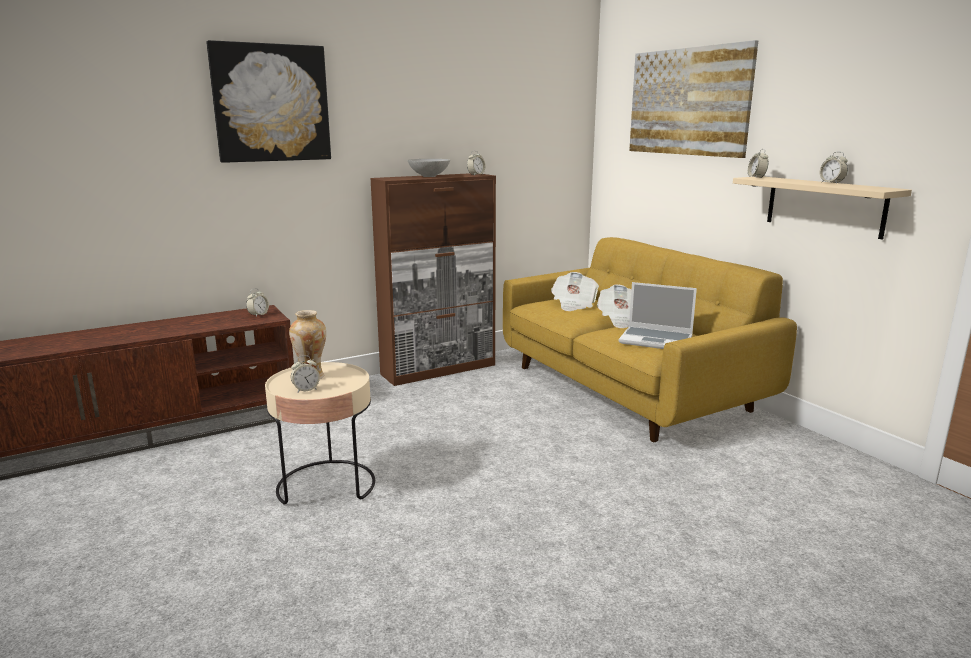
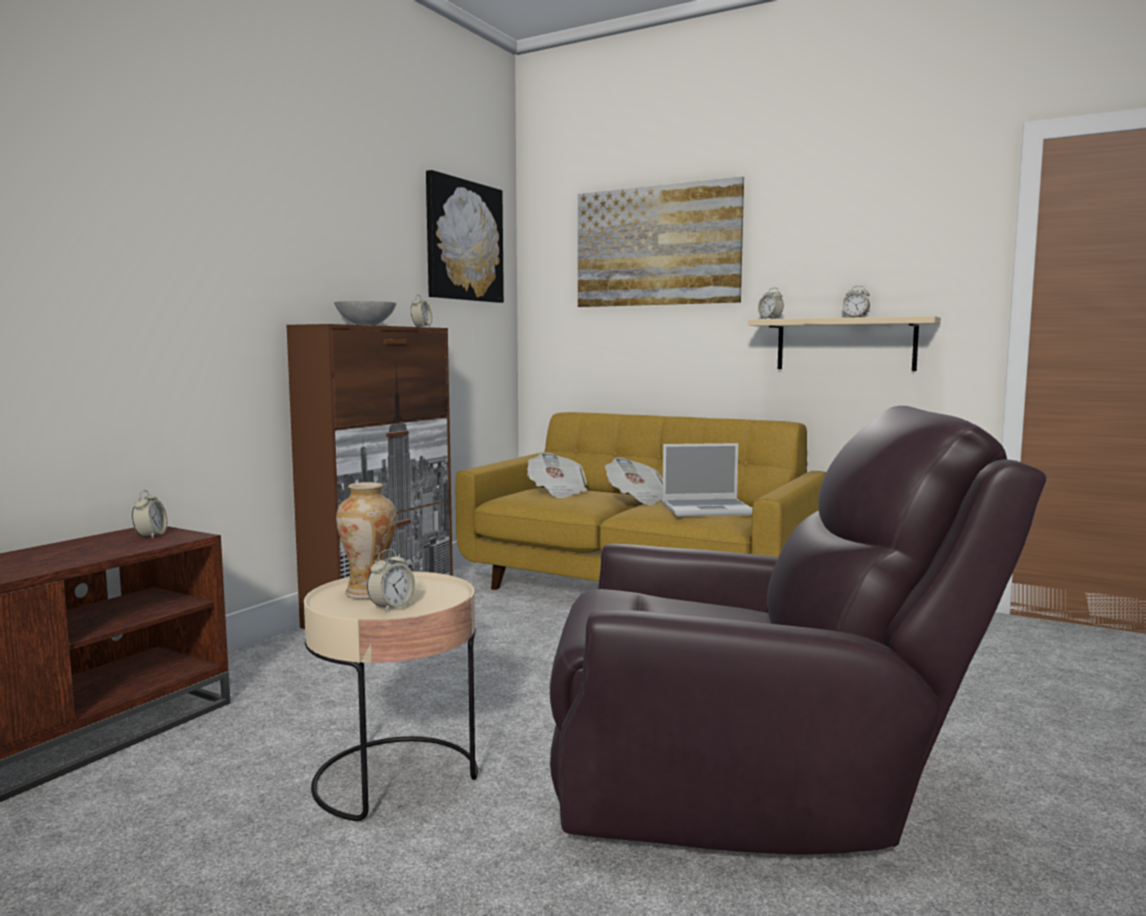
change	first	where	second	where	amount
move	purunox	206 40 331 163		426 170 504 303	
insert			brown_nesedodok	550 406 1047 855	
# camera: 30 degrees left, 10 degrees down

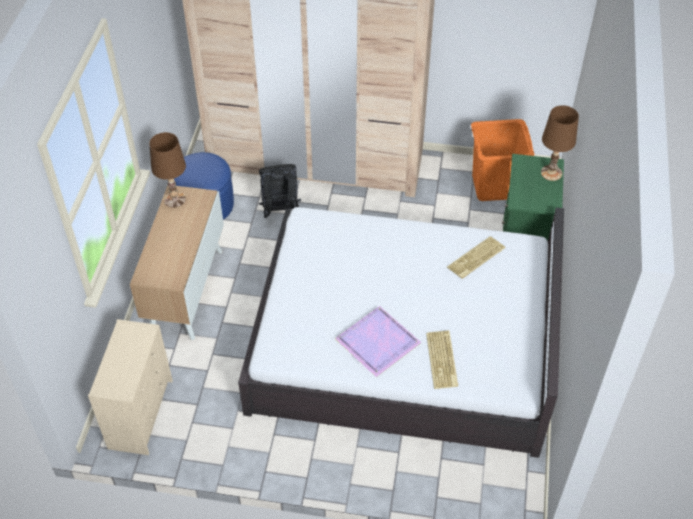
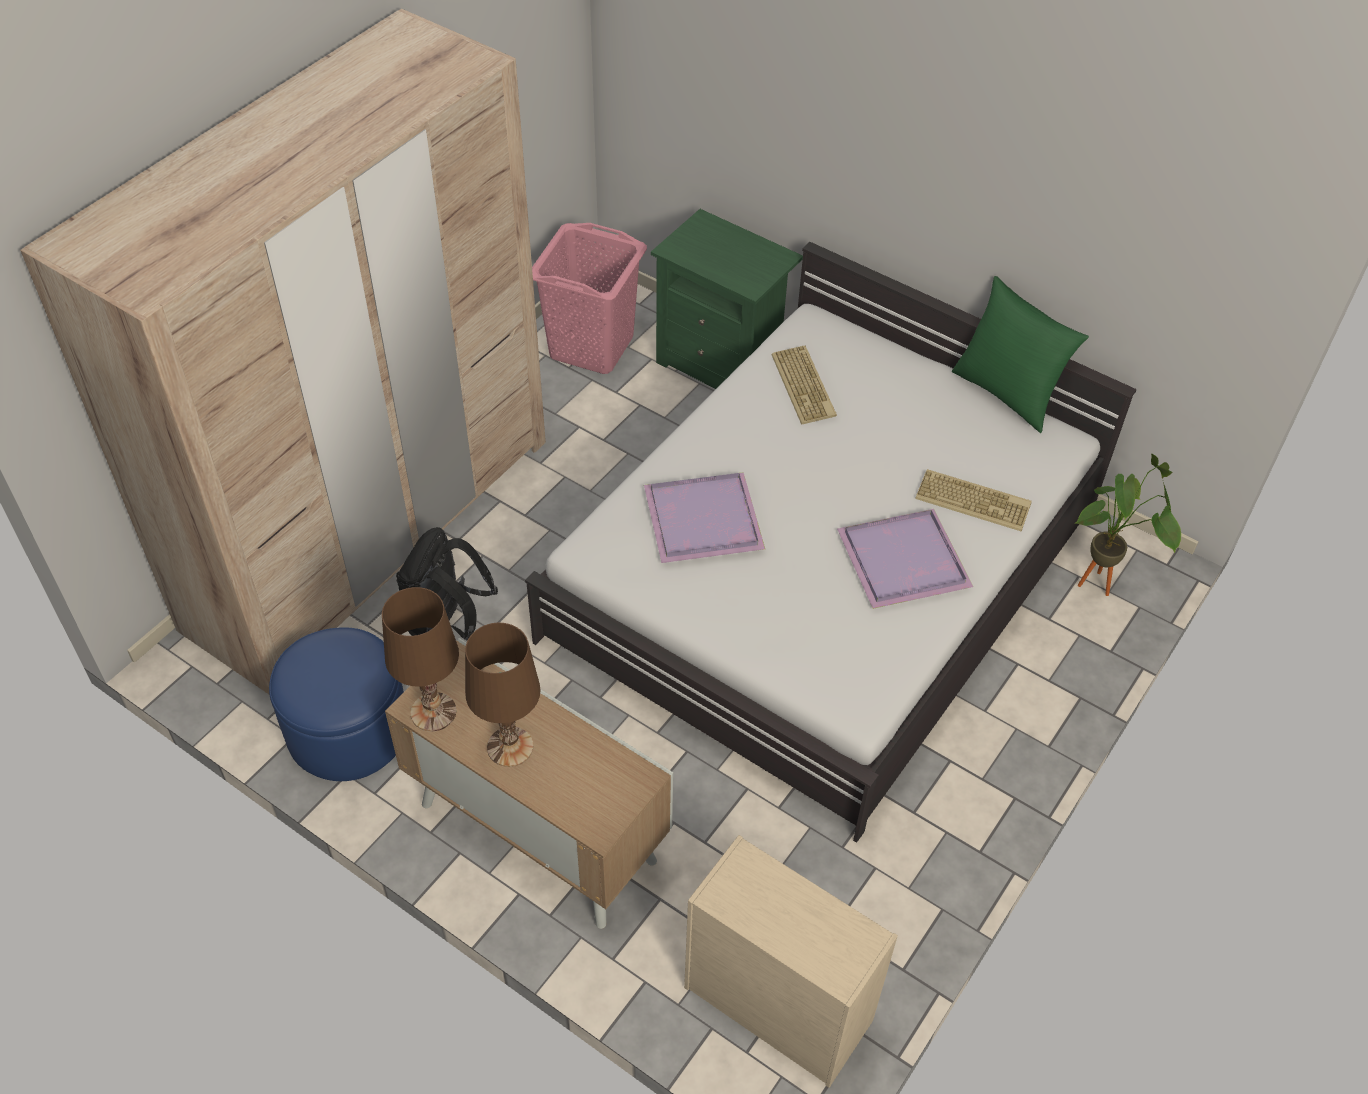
change	first	where	second	where	amount
move	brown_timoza	541 105 579 181		465 623 541 767	
recolor	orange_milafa	471 119 534 201	pink_milafa	532 223 647 374	
insert			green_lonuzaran	952 276 1089 433	
insert			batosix	1074 454 1181 596	
insert			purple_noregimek	644 472 765 563	
# camera: 65 degrees left, 0 degrees up

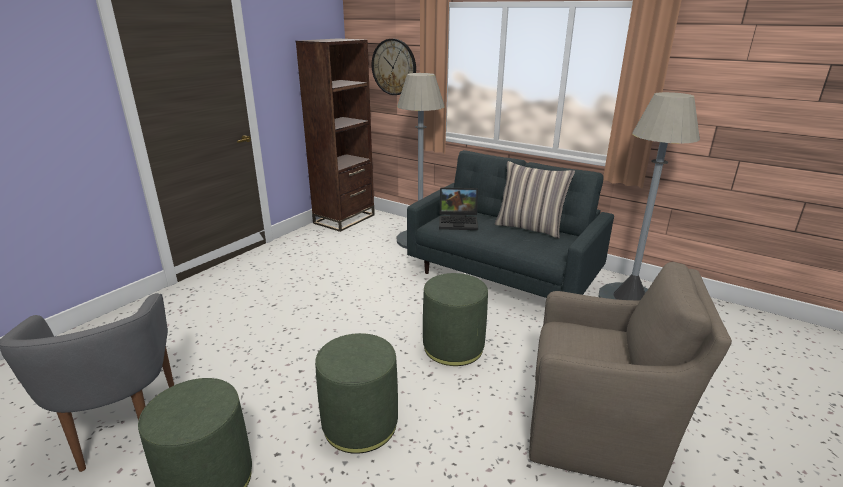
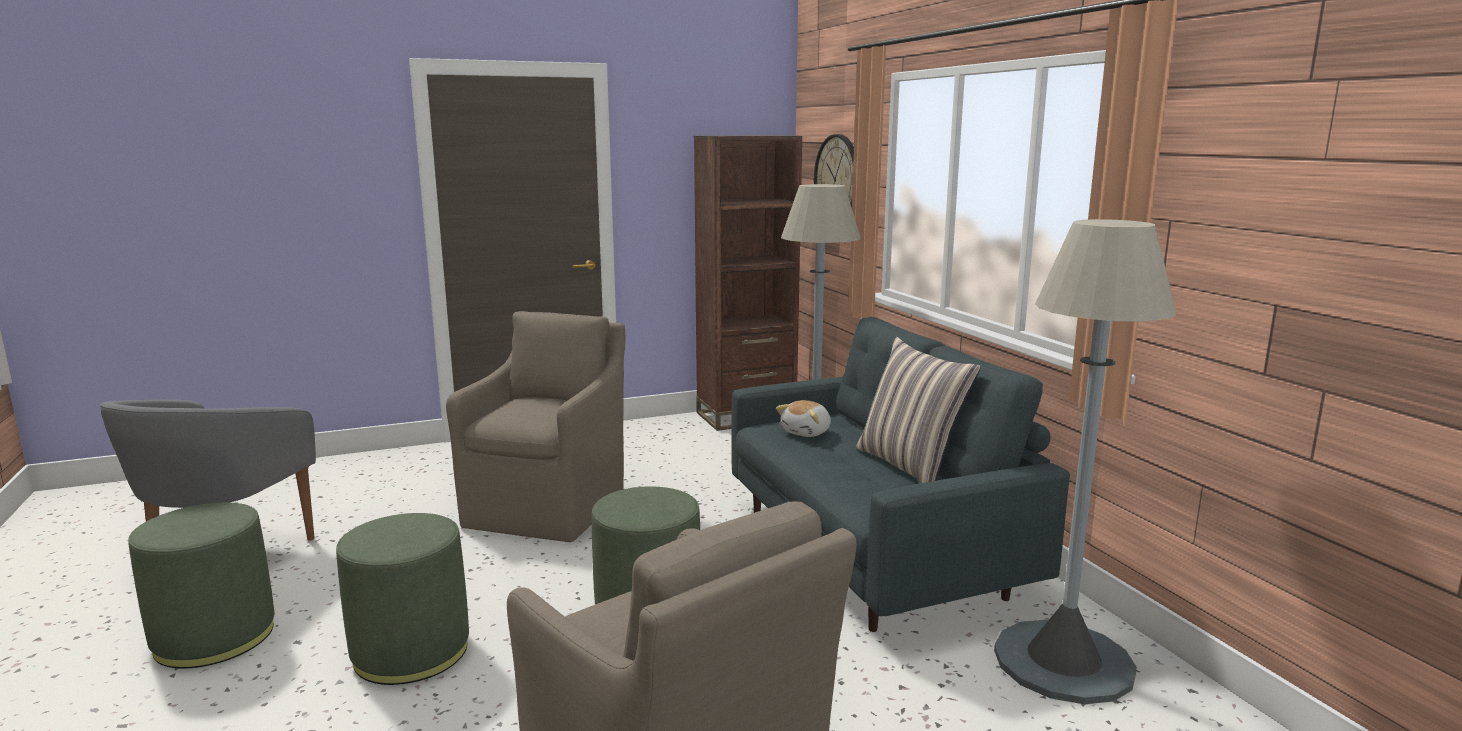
change	first	where	second	where	amount
replace	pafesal	439 187 478 230	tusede	776 400 831 437	
insert			brown_nesedodok	446 311 625 542	
# camera: 35 degrees right, 10 degrees down

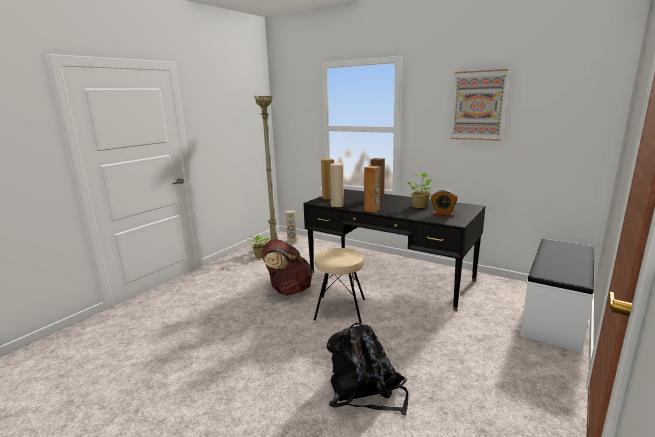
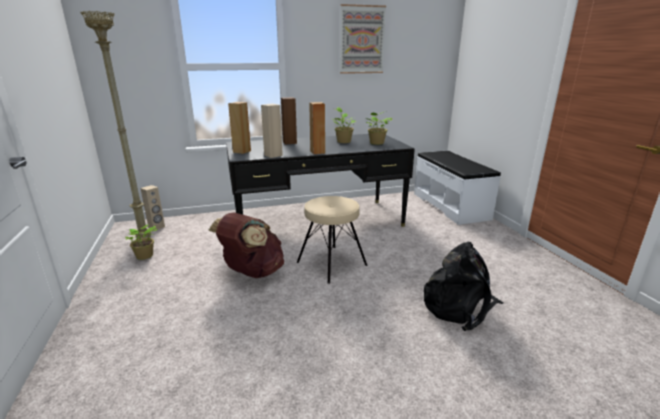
change	first	where	second	where	amount
replace	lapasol	431 190 458 217	batosix	366 112 392 145	
# camera: 50 degrees left, 5 degrees up

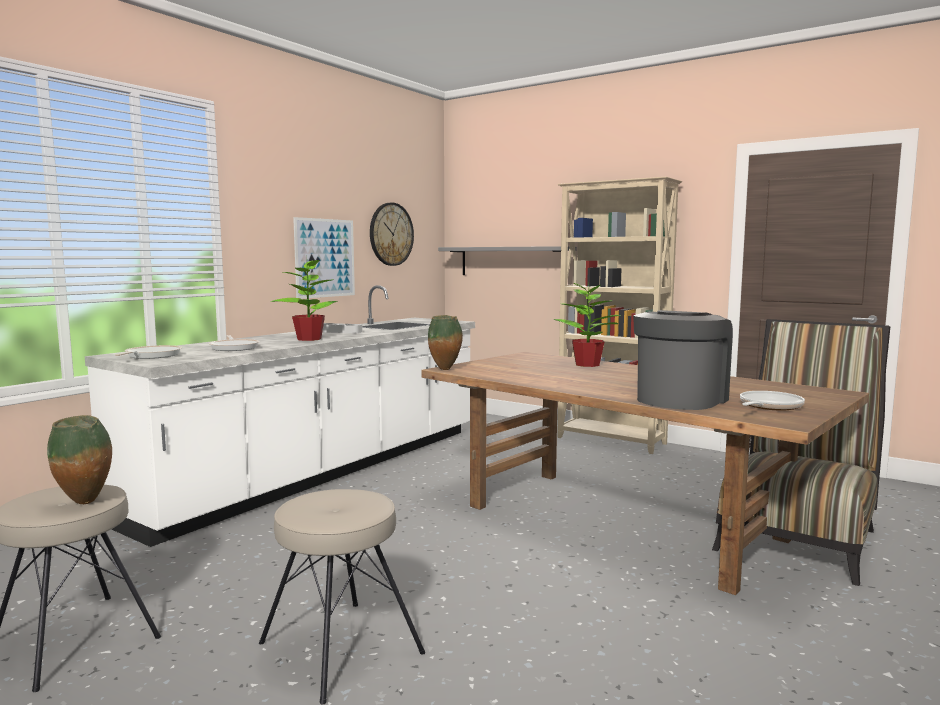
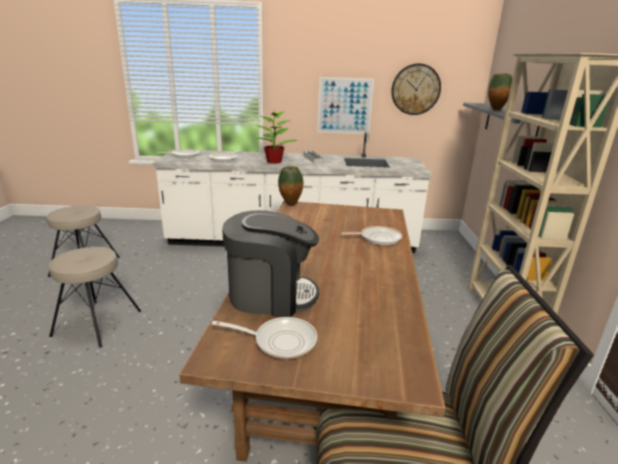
change	first	where	second	where	amount
replace	batosix	553 279 621 367	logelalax	341 226 402 245	
move	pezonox	47 415 112 504		488 73 512 111	
# camera: 55 degrees right, 15 degrees up

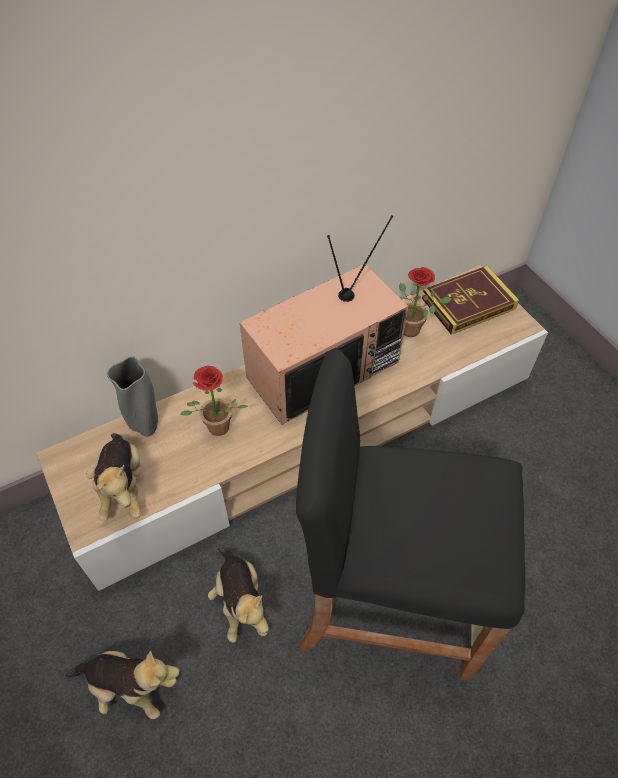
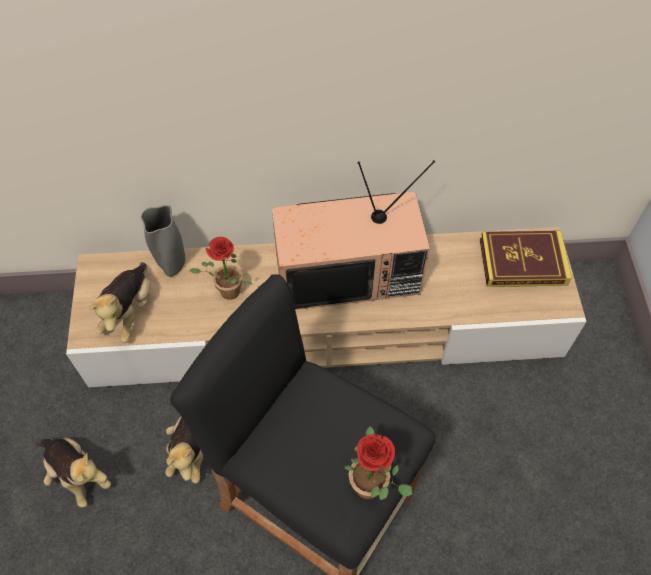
change	first	where	second	where	amount
move	batosix	399 267 451 337		344 426 413 500	
# camera: 25 degrees right, 5 degrees up

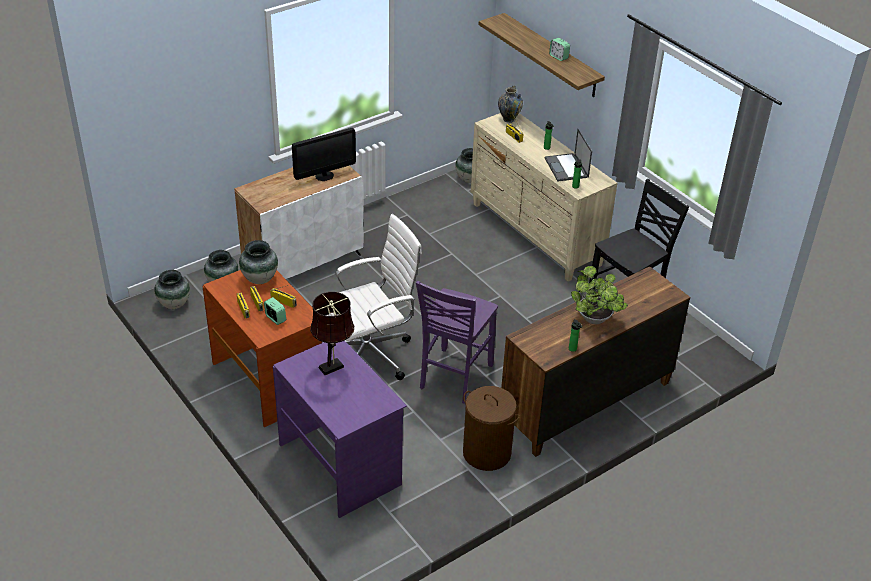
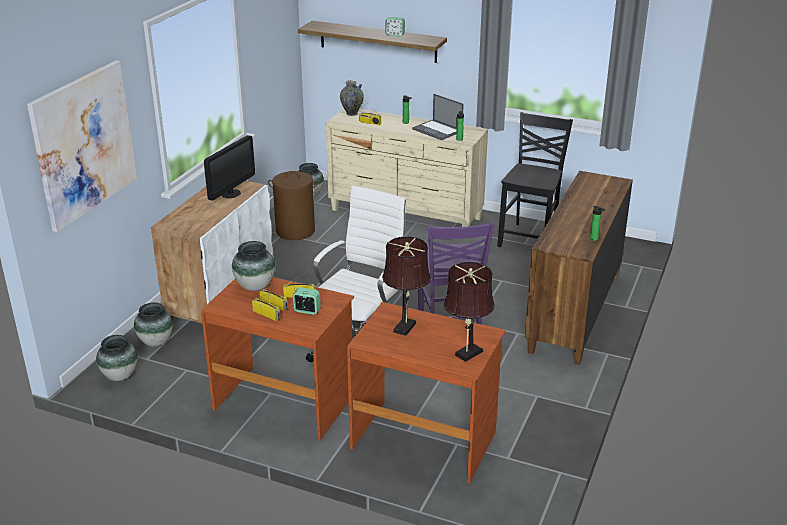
change	first	where	second	where	amount
delete	batosix	571 266 628 324			
recolor	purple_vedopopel	273 341 407 518	brown_vedopopel	347 302 505 483	
move	brown_milafa	463 386 520 471		268 171 318 240	
insert			purunox	27 60 137 232	
insert			brown_timoza	444 262 495 362	
# camera: 30 degrees left, 10 degrees down

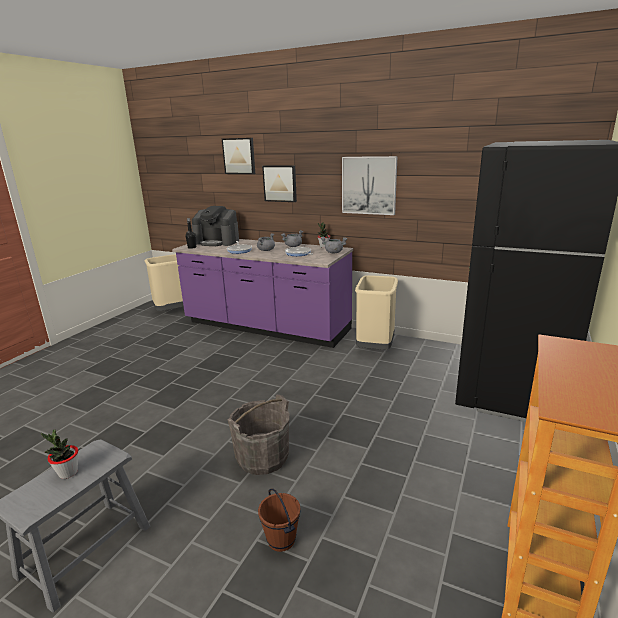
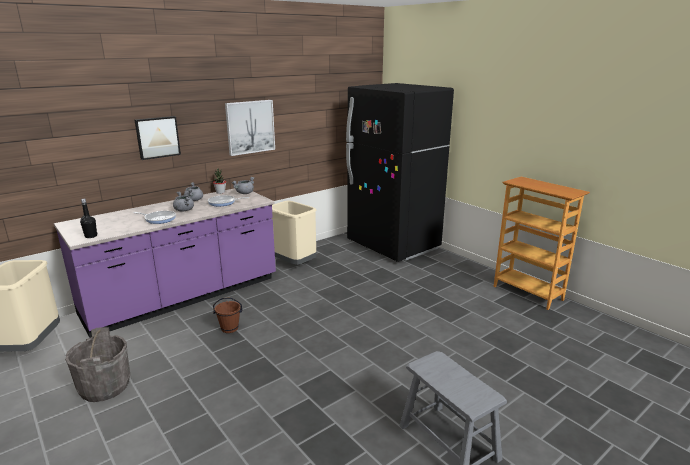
change	first	where	second	where	amount
delete	purunox	222 138 255 174			
delete	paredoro	192 206 239 246			
move	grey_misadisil	227 394 290 475		65 327 130 402	
delete	batosix	41 430 78 479			
move	brown_misadisil	258 488 300 552		213 298 243 333	
# camera: 65 degrees left, 0 degrees up

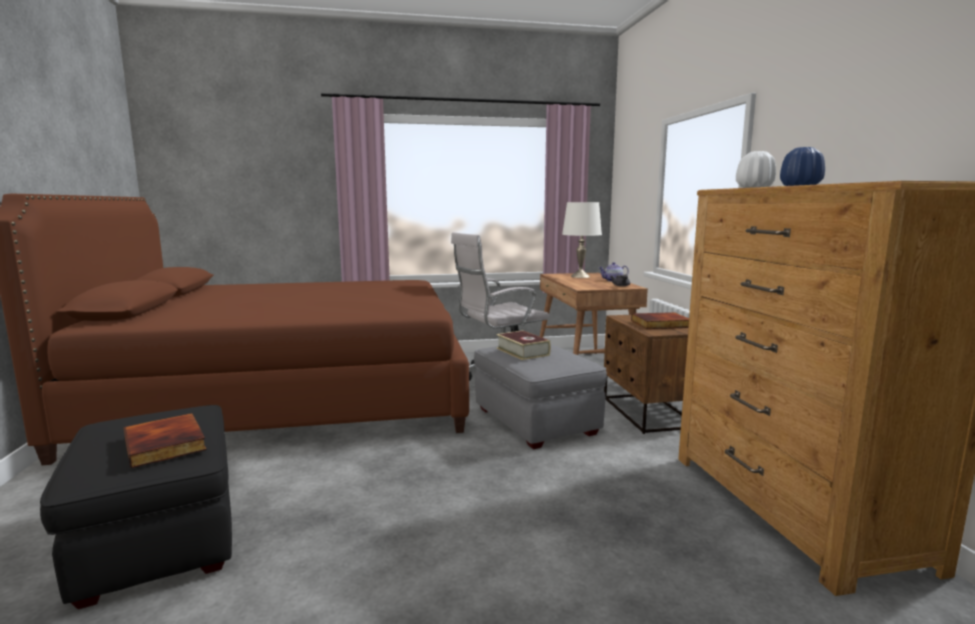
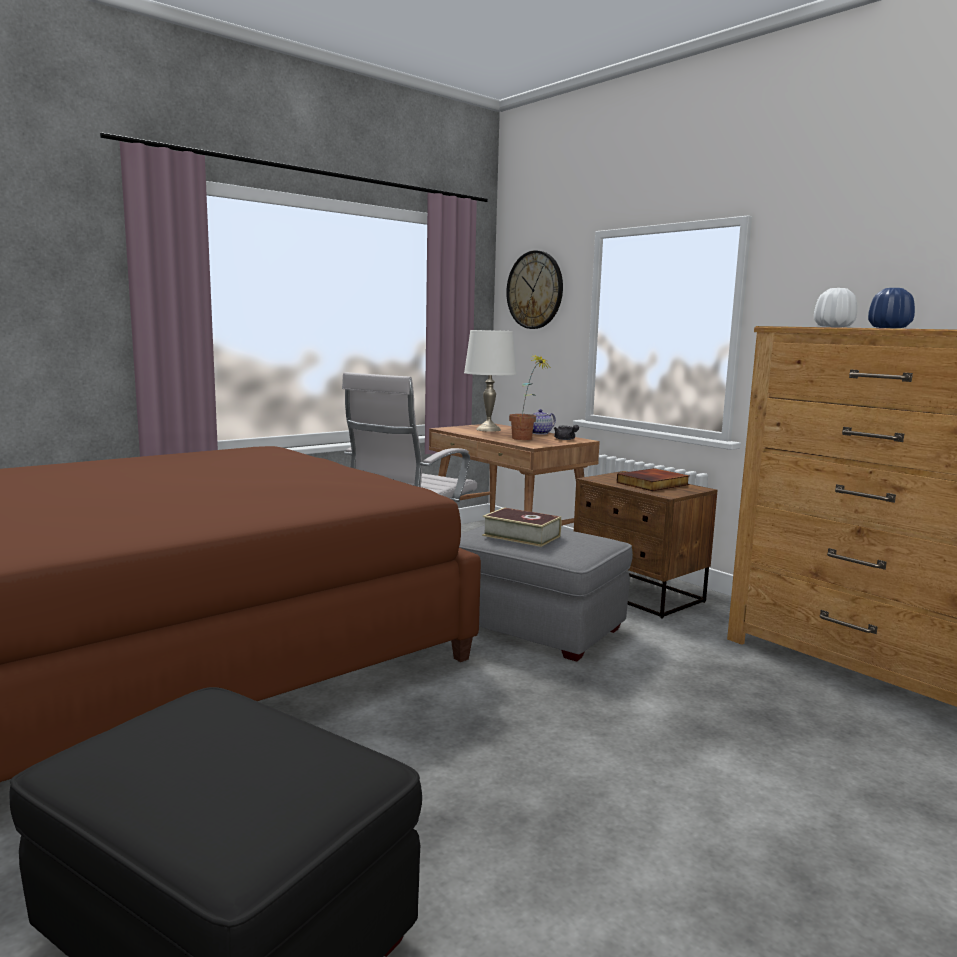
change	first	where	second	where	amount
delete	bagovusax	123 413 207 468			
insert			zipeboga	506 250 563 329	
insert			batosix	509 353 549 440	
# camera: 30 degrees left, 0 degrees up

